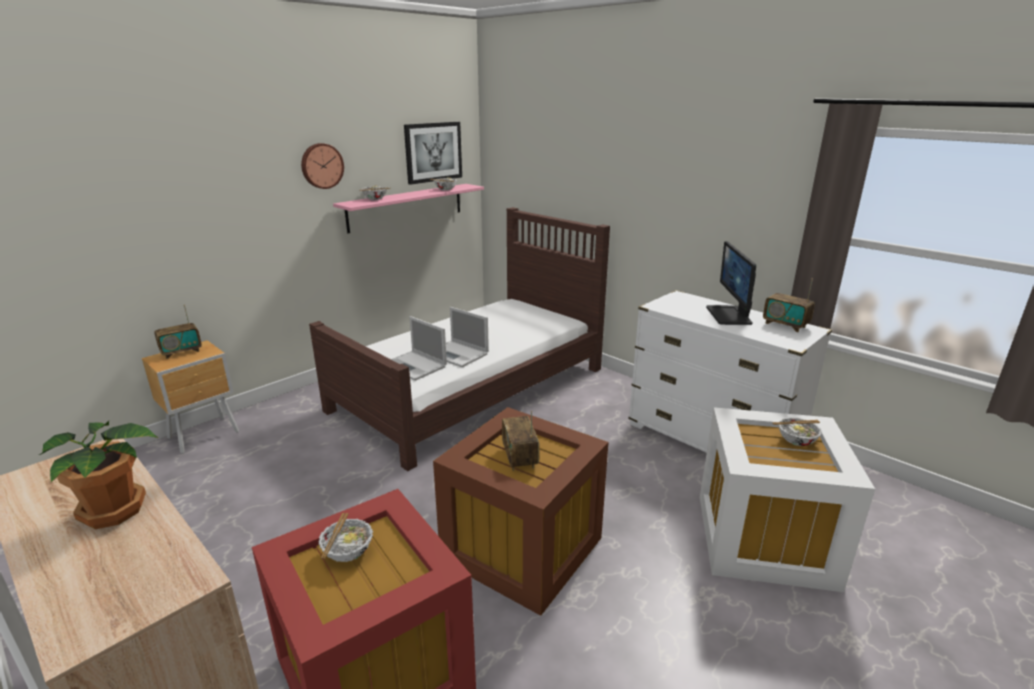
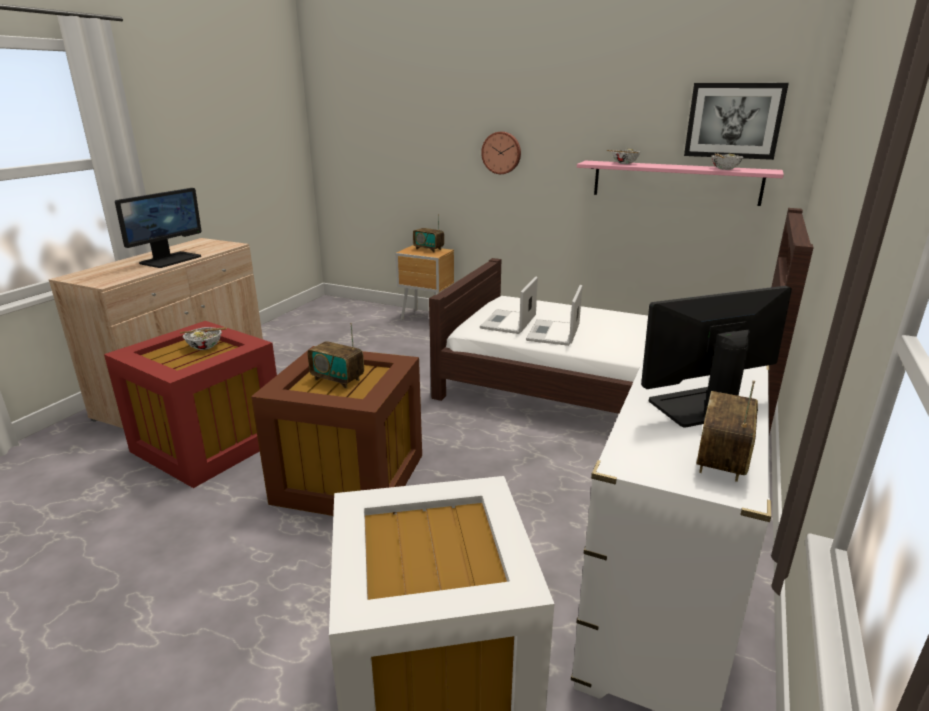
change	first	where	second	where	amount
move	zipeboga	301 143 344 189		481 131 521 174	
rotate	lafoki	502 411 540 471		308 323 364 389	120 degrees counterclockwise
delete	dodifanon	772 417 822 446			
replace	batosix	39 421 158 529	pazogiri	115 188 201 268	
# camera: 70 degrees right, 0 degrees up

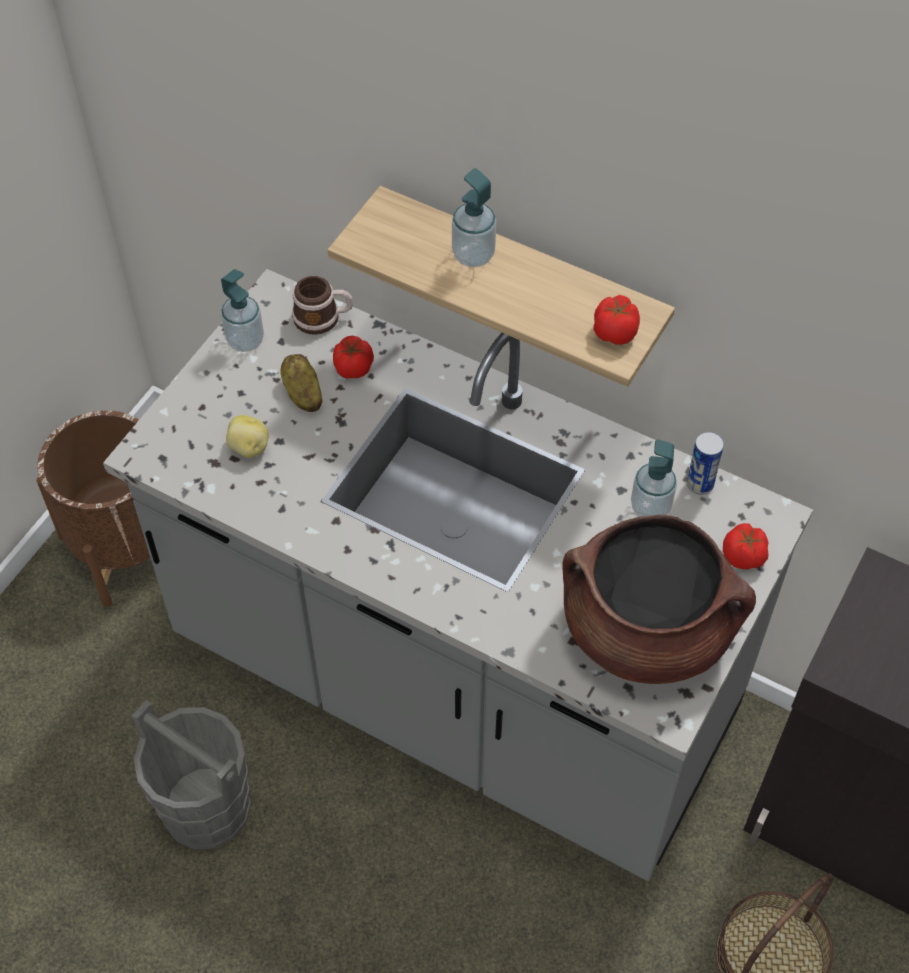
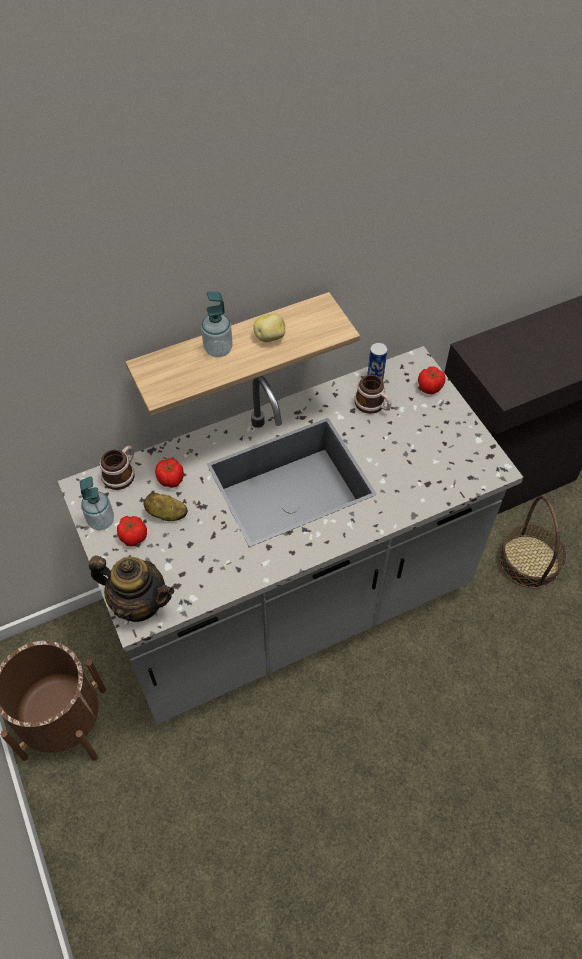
change	first	where	second	where	amount
move	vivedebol	594 295 640 345		117 516 147 546	
move	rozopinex	226 415 269 458		254 314 285 342	
replace	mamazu	631 439 677 517	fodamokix	354 375 391 414	
delete	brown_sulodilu	562 515 756 684			
delete	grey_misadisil	132 700 251 850			
insert			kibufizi	89 555 174 622	
# camera: 55 degrees left, 0 degrees up

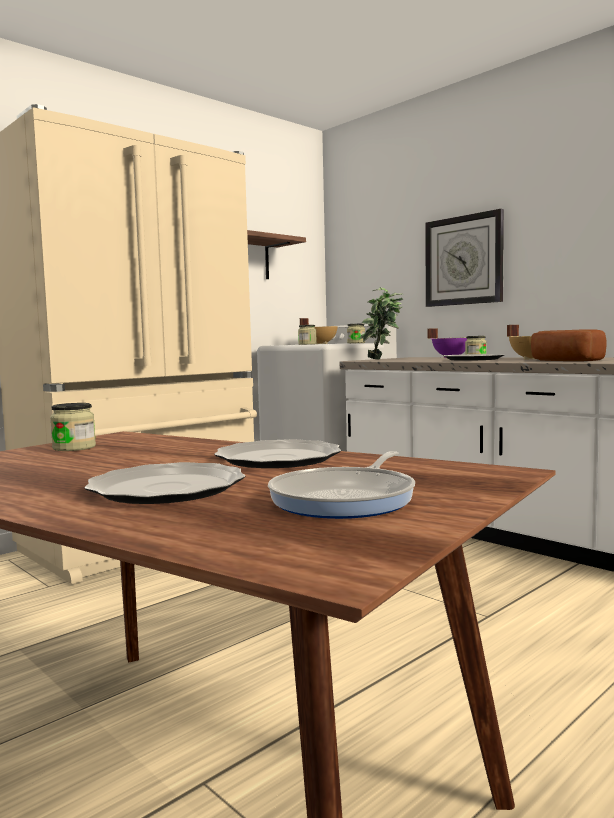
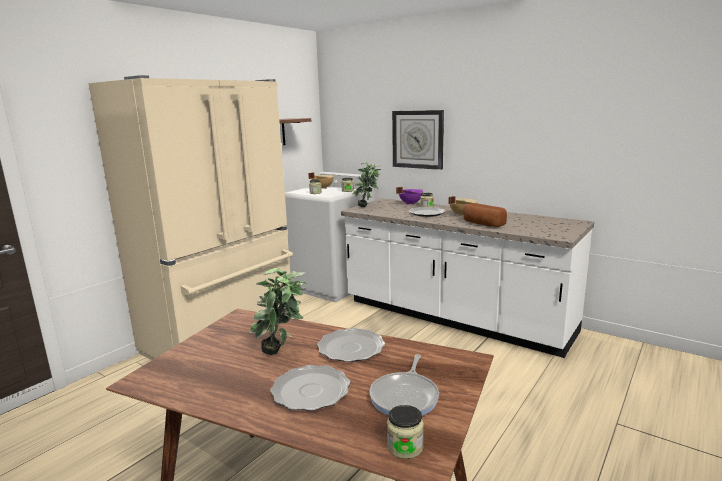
change	first	where	second	where	amount
move	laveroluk	50 403 96 451		387 405 424 459	
insert			batosix	249 268 307 355	
# camera: 10 degrees left, 10 degrees up

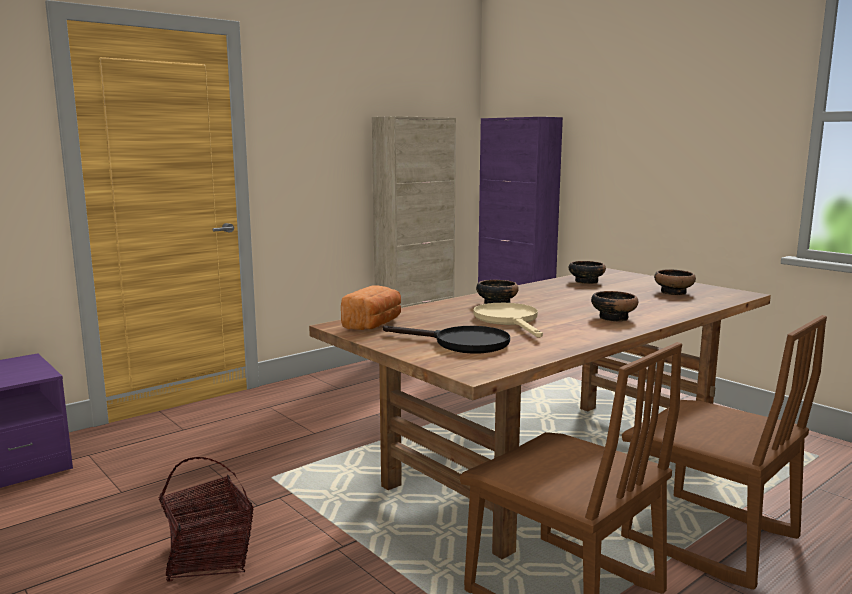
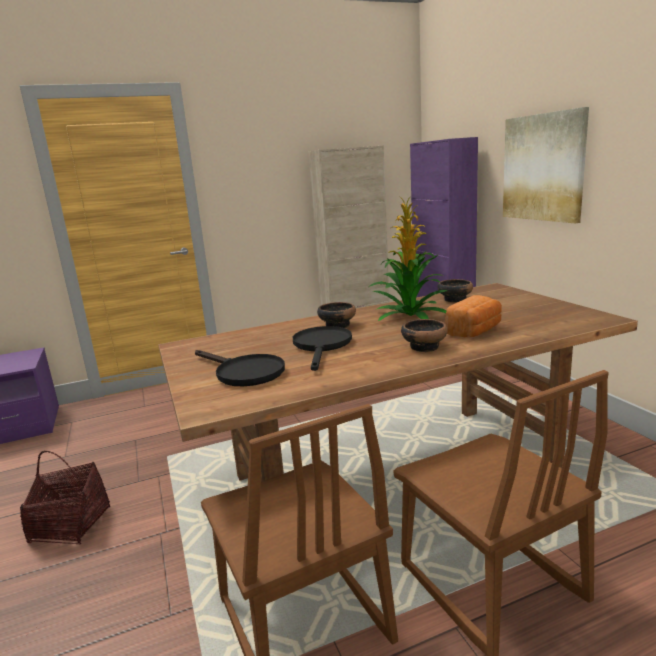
change	first	where	second	where	amount
delete	dodifanon	654 270 696 295			
move	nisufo	341 285 401 330		446 295 502 337	
recolor	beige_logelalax	473 303 543 338	black_logelalax	293 326 352 371	
insert			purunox	503 107 589 223	
insert			batosix	369 195 448 321	
# camera: 20 degrees right, 5 degrees up

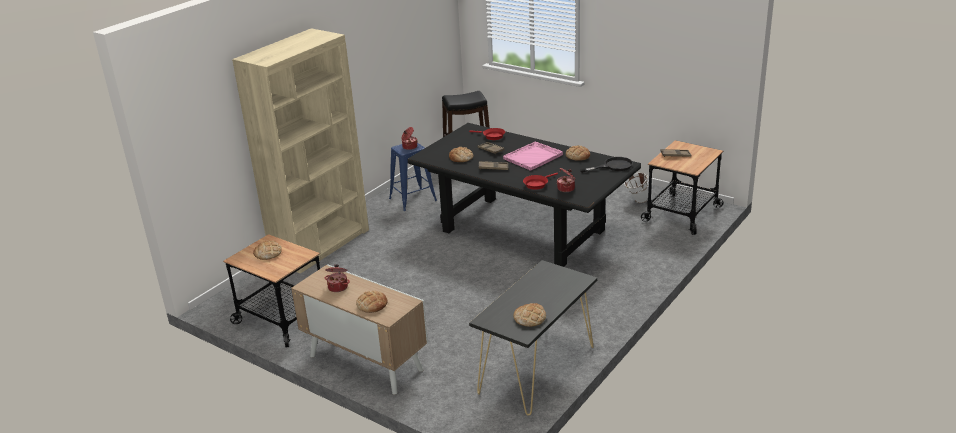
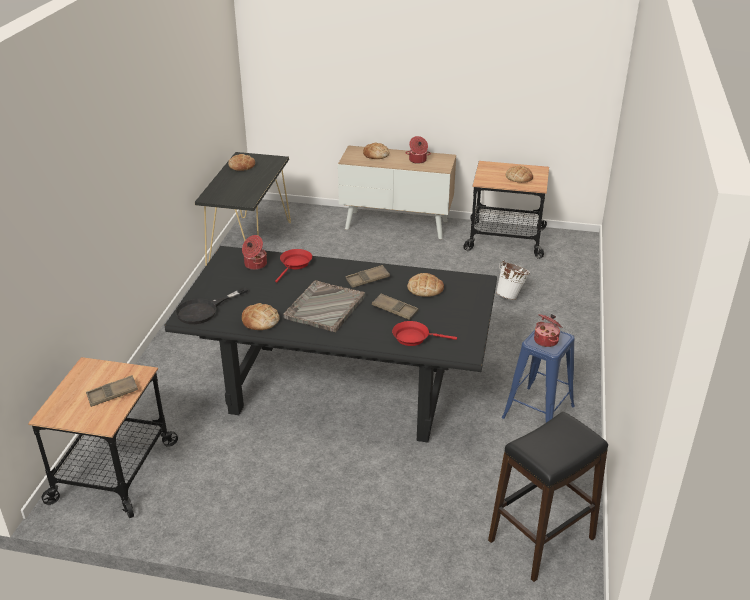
change	first	where	second	where	amount
delete	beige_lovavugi	232 28 369 274			
recolor	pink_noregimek	503 141 563 171	grey_noregimek	284 280 365 332	
move	white_misadisil	624 173 649 203		496 260 530 300	
# camera: 155 degrees right, 5 degrees up

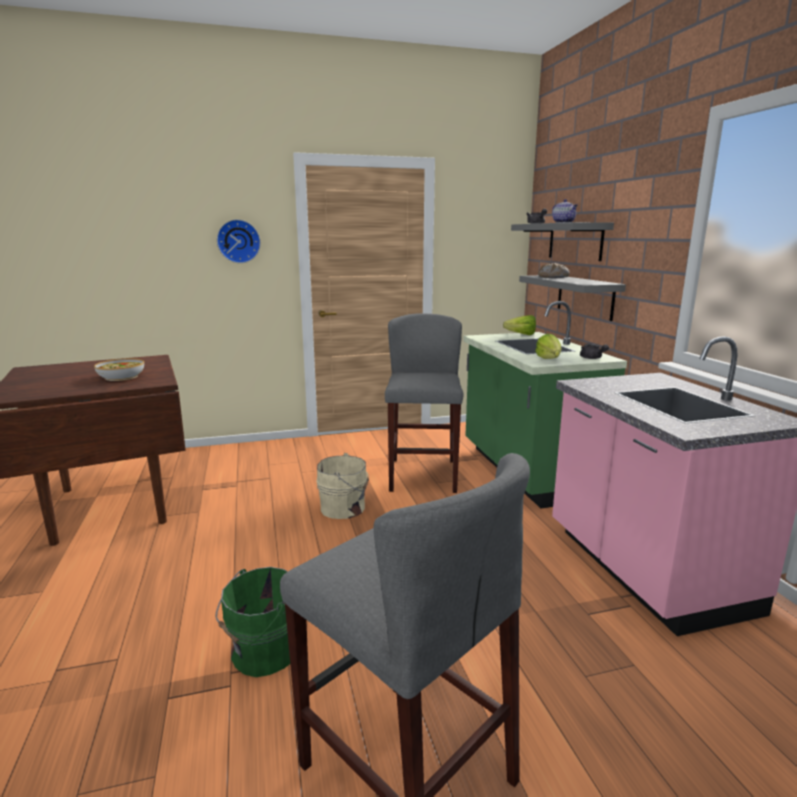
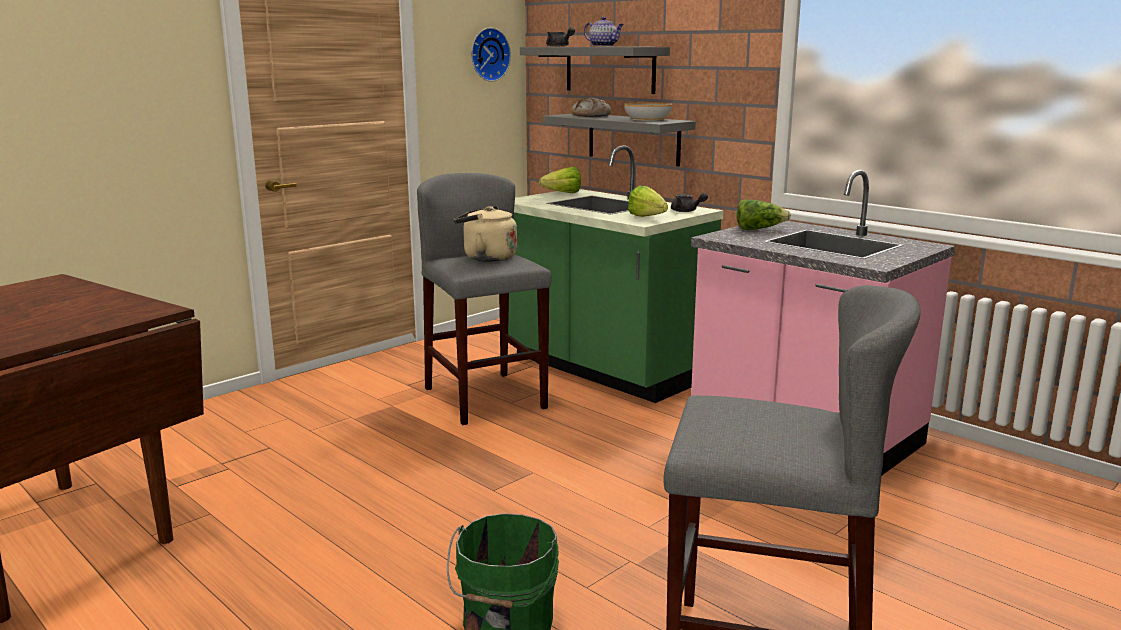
change	first	where	second	where	amount
move	zipeboga	217 219 261 263		471 28 511 82	
move	dodifanon	94 358 144 381		624 102 672 121	
delete	beige_misadisil	317 453 369 519			
insert			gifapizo	737 199 791 230	
insert			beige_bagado	454 206 517 262	
# camera: 30 degrees left, 0 degrees up

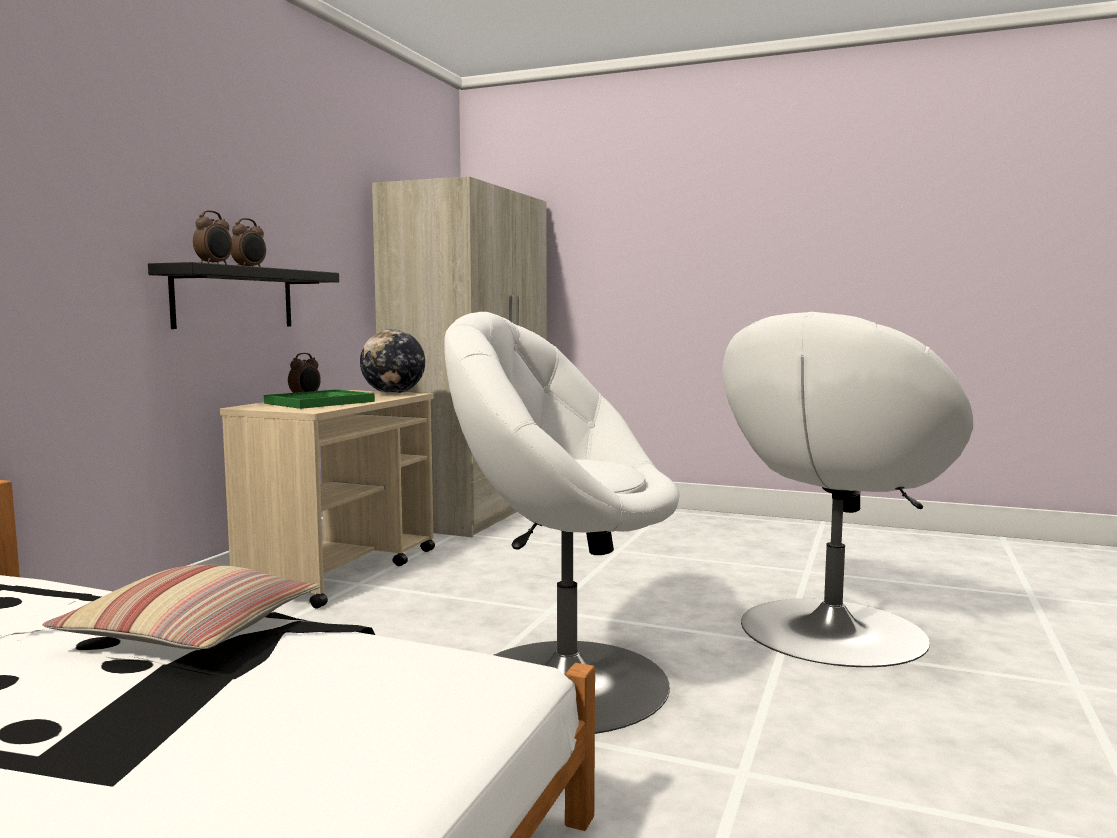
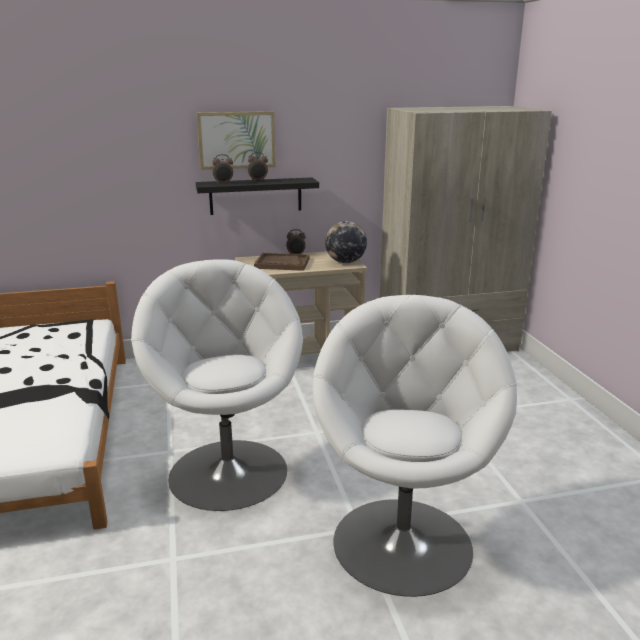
change	first	where	second	where	amount
rotate	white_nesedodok	723 312 973 667		313 295 517 597	90 degrees clockwise
recolor	green_noregimek	264 389 375 409	brown_noregimek	254 253 309 271	
delete	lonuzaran	42 565 320 649			
insert			purunox	197 111 276 170	
# camera: 55 degrees right, 15 degrees up

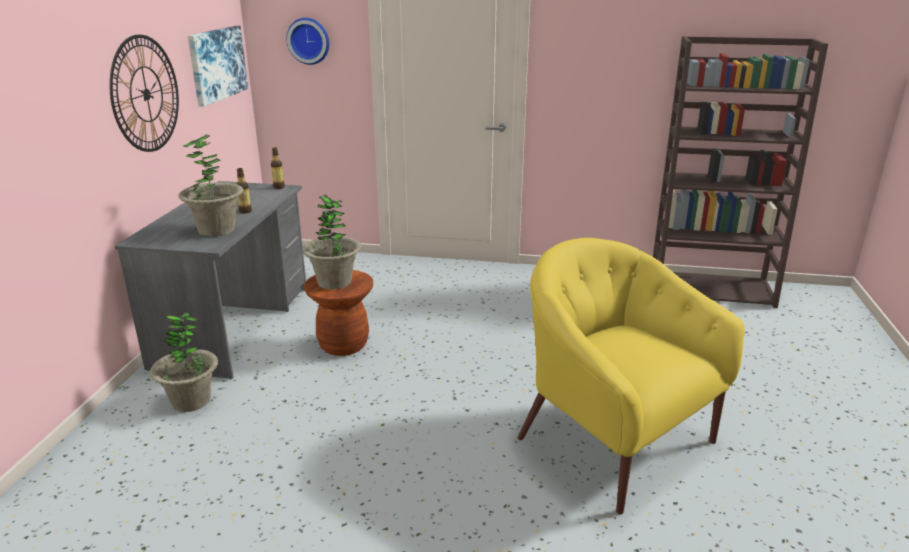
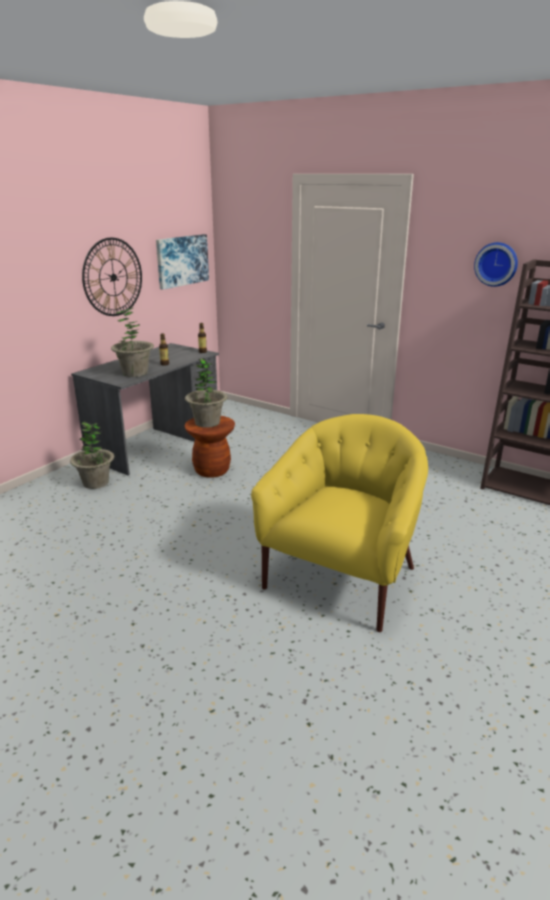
change	first	where	second	where	amount
move	zipeboga	286 18 329 65		474 242 518 287	
rotate	yellow_nesedodok	517 238 745 514		251 414 428 632	45 degrees clockwise
# camera: 25 degrees right, 0 degrees up

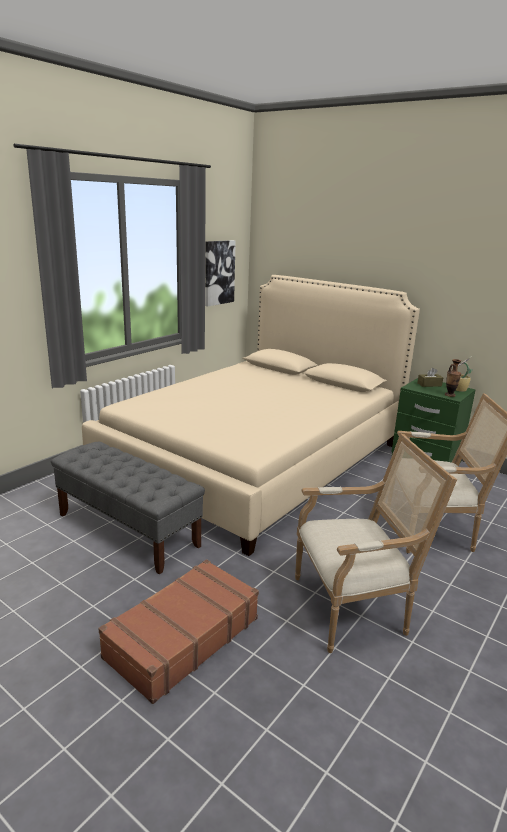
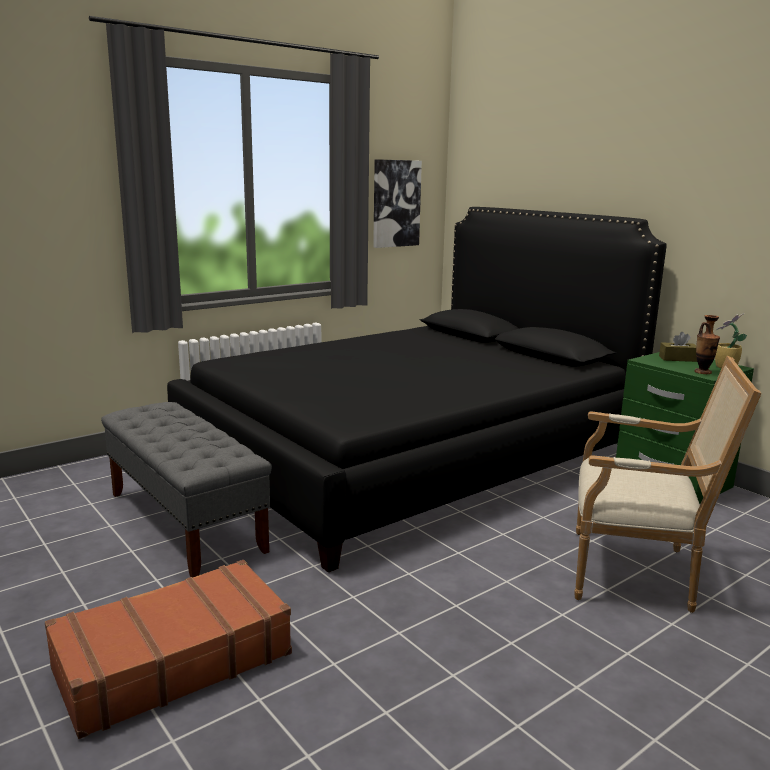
change	first	where	second	where	amount
recolor	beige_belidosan	82 275 420 556	black_belidosan	167 207 667 572	
delete	nesedodok	295 433 457 653			
# camera: 15 degrees right, 5 degrees down

